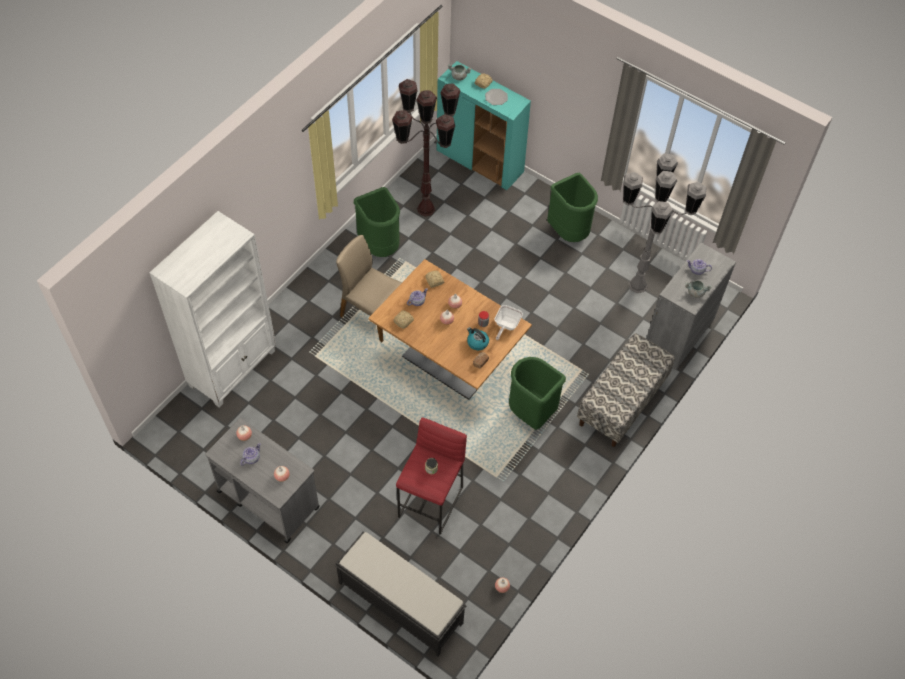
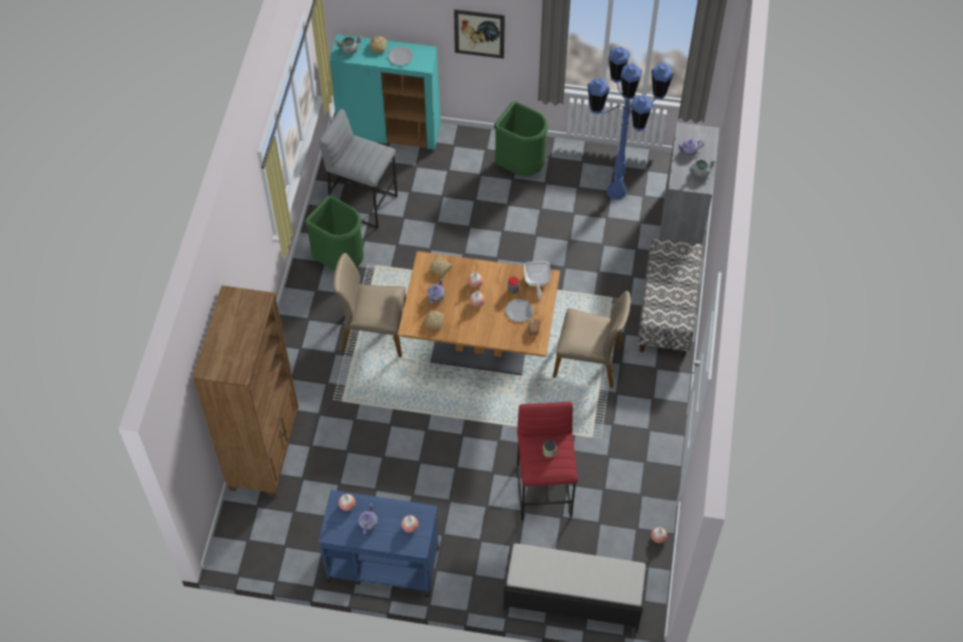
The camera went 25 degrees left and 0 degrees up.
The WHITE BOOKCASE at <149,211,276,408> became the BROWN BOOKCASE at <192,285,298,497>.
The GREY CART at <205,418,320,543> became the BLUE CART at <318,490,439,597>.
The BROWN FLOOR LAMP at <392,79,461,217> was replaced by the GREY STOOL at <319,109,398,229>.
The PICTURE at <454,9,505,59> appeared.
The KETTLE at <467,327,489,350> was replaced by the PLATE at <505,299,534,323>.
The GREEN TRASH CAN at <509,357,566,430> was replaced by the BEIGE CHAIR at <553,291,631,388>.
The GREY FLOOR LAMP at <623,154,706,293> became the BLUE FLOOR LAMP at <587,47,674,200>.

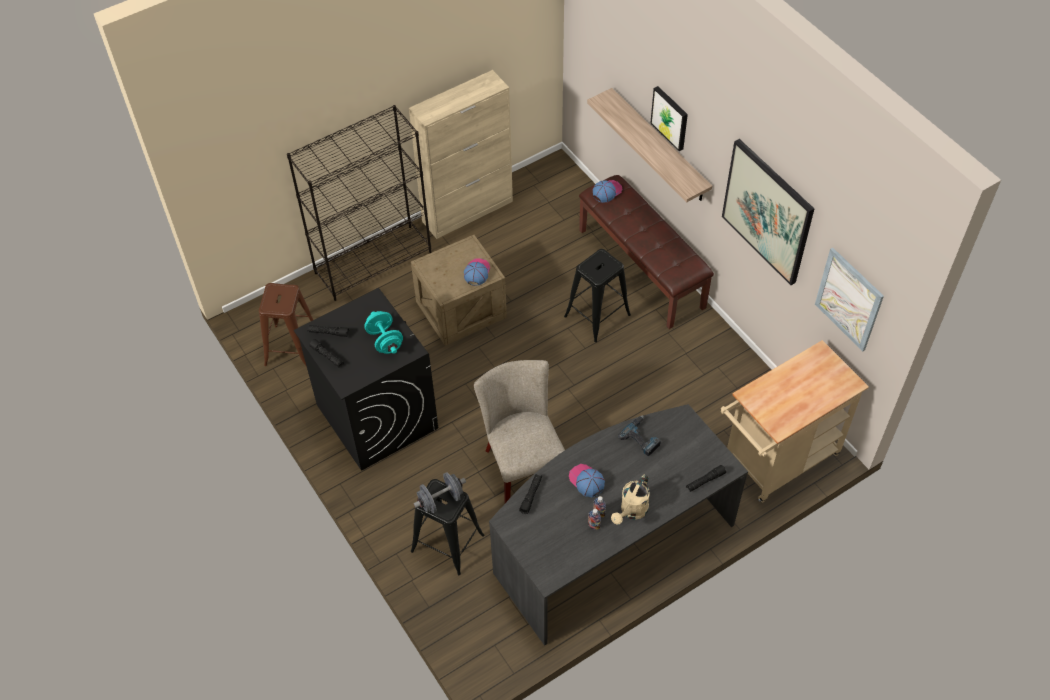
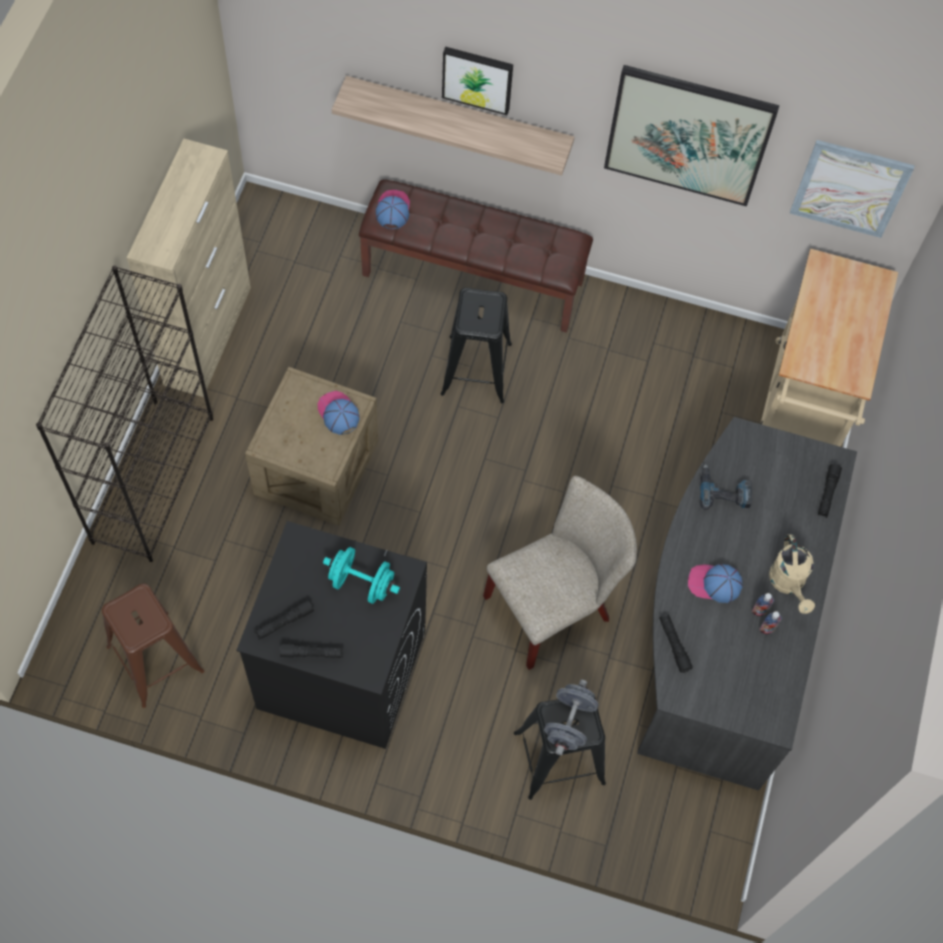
The camera went 45 degrees left and 10 degrees up.
The BEIGE CHAIR at <474,360,565,503> turned 120 degrees clockwise.

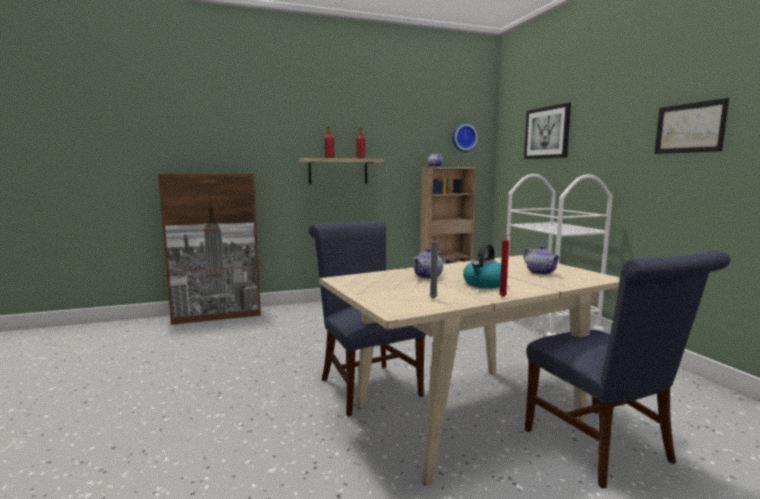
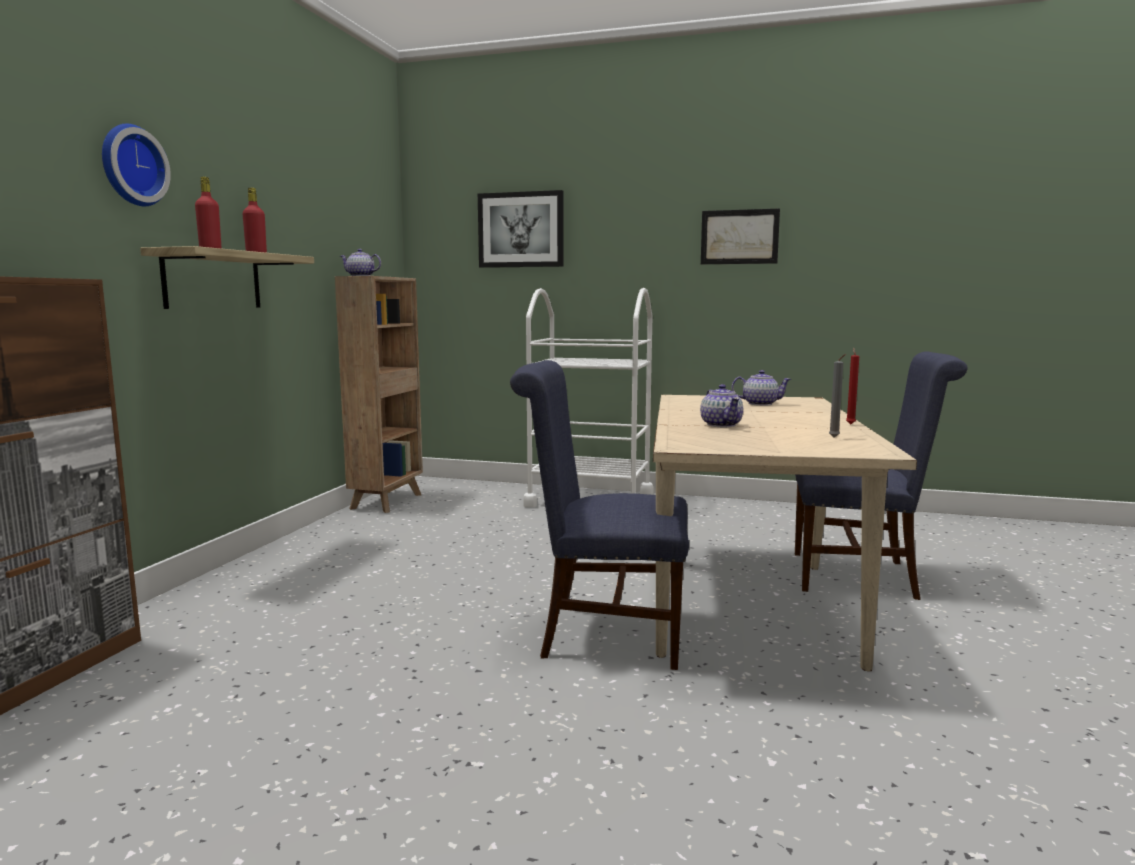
The camera went 55 degrees left and 0 degrees up.
The WALL CLOCK moved from <452,123,478,152> to <102,124,171,206>.
The KETTLE at <463,243,508,289> disappeared.

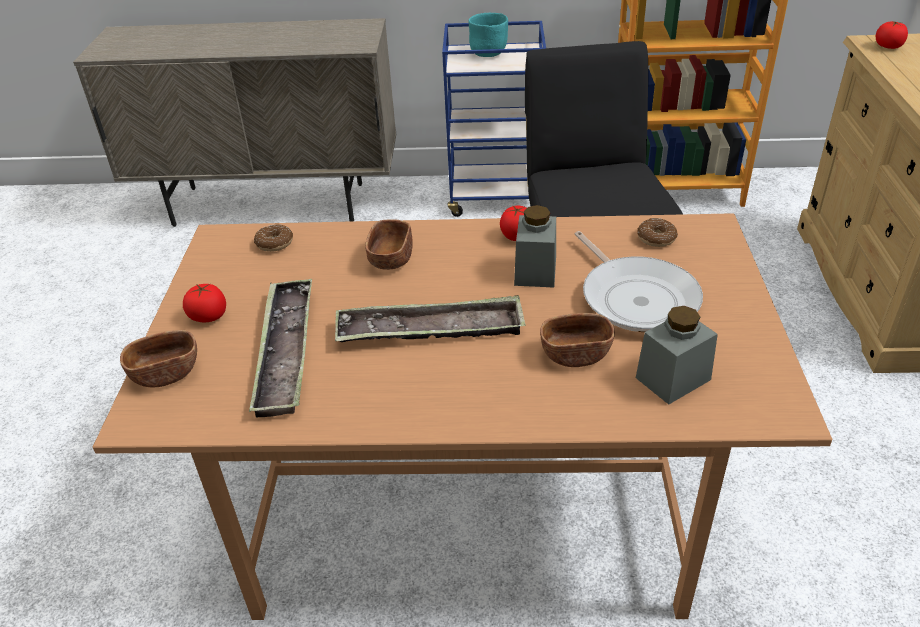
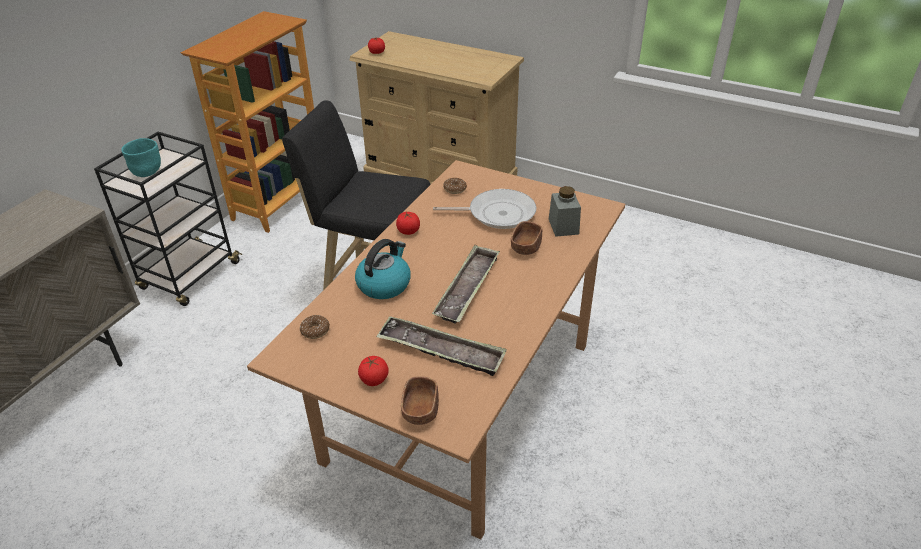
The camera went 65 degrees left and 0 degrees up.
The BLUE CART at <442,21,546,217> became the BLACK CART at <94,132,242,306>.
The BROWN BOWL at <365,219,413,270> was replaced by the KETTLE at <355,239,411,299>.
The GREY JAR at <514,205,556,287> disappeared.

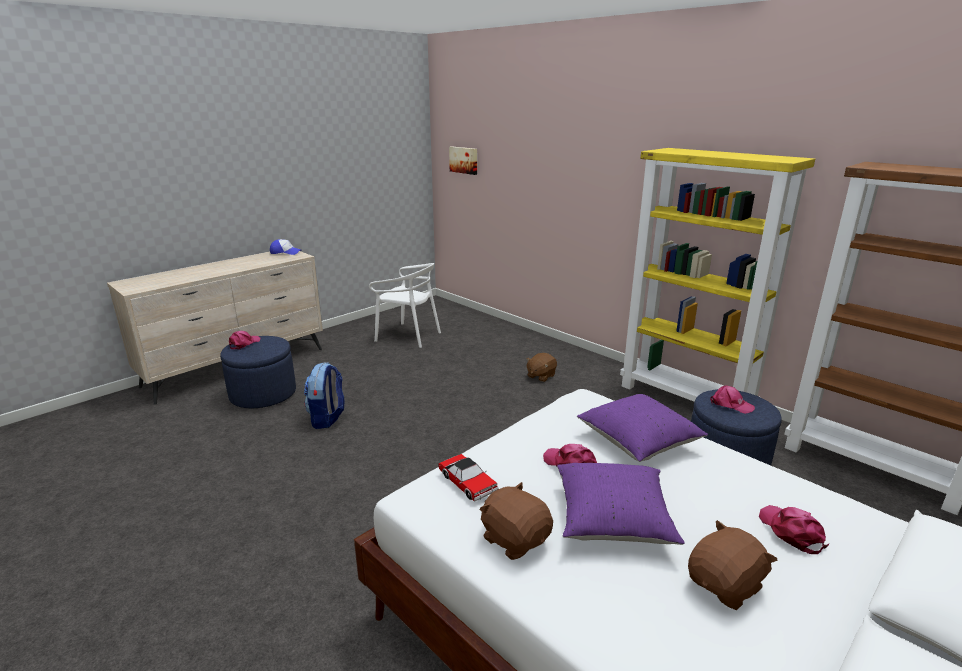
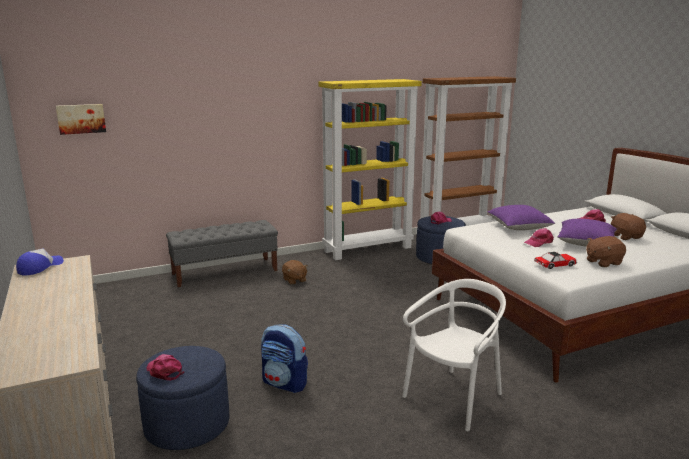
The camera went 70 degrees left and 5 degrees down.
The GREY BENCH at <166,220,278,287> appeared.
The WHITE CHAIR moved from <369,263,441,348> to <402,279,506,431>.

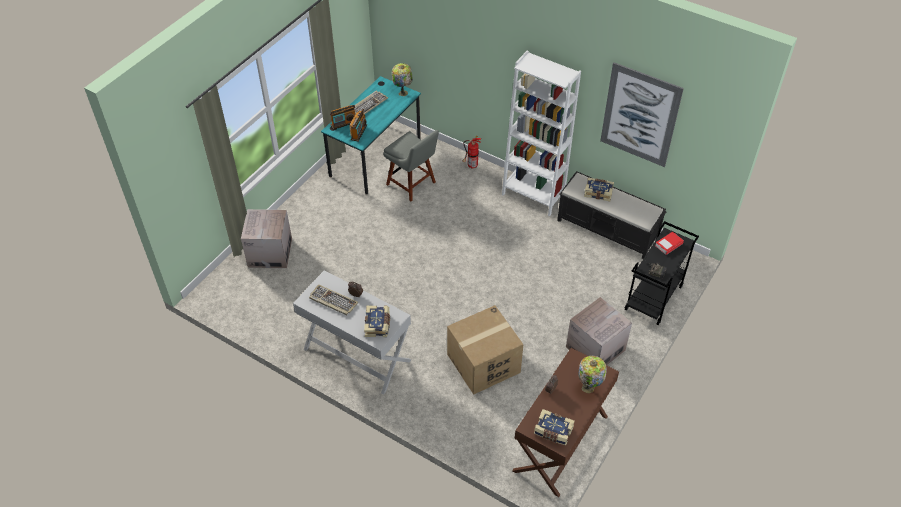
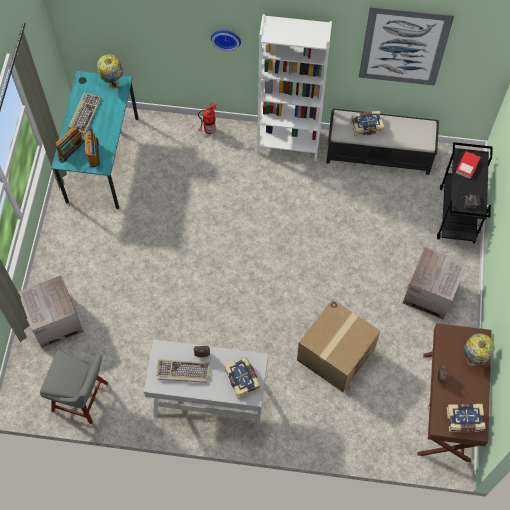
The camera went 25 degrees left and 15 degrees up.
The GREY CHAIR moved from <383,130,439,201> to <40,350,108,424>.
The WALL CLOCK at <211,30,241,51> appeared.

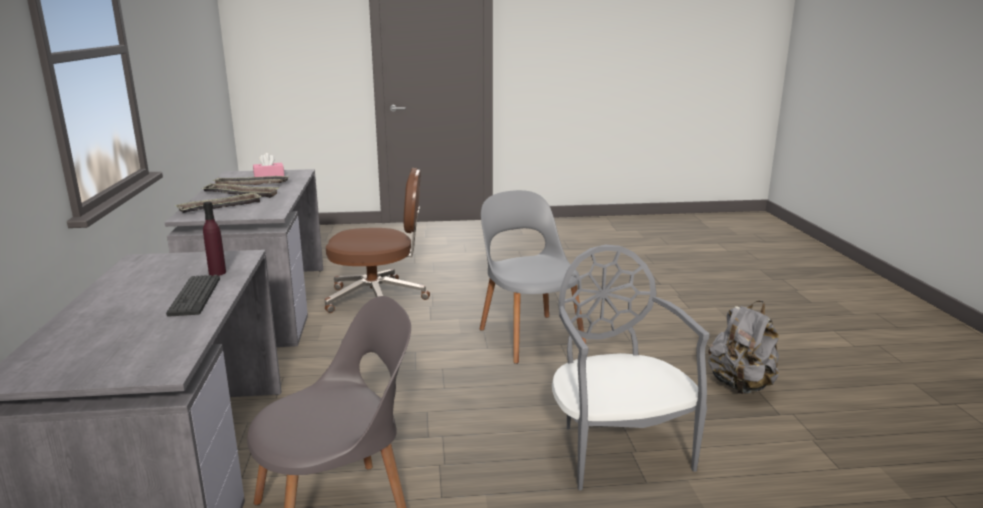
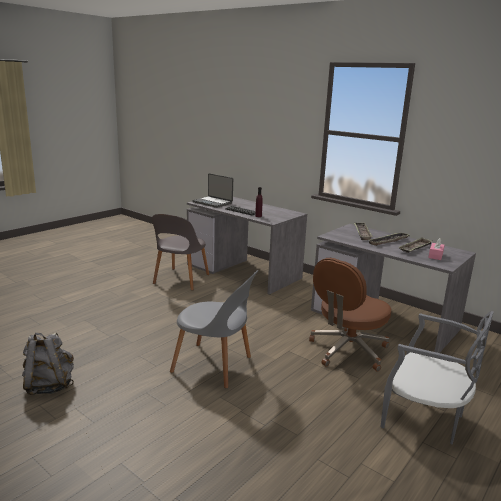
The camera went 135 degrees right and 0 degrees up.
The LAPTOP at <192,174,233,208> appeared.
The GREY CHAIR moved from <552,245,710,491> to <381,311,494,444>.

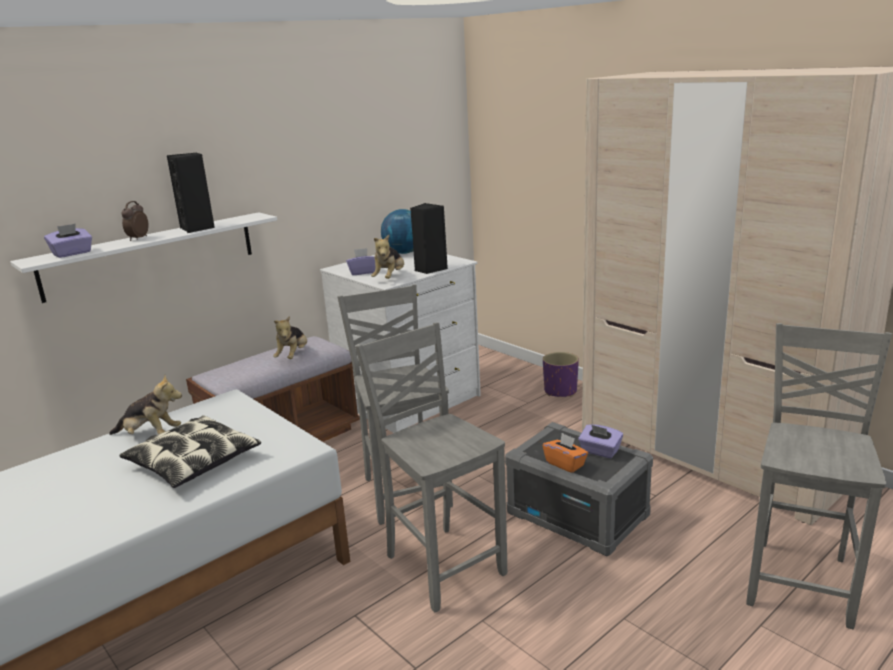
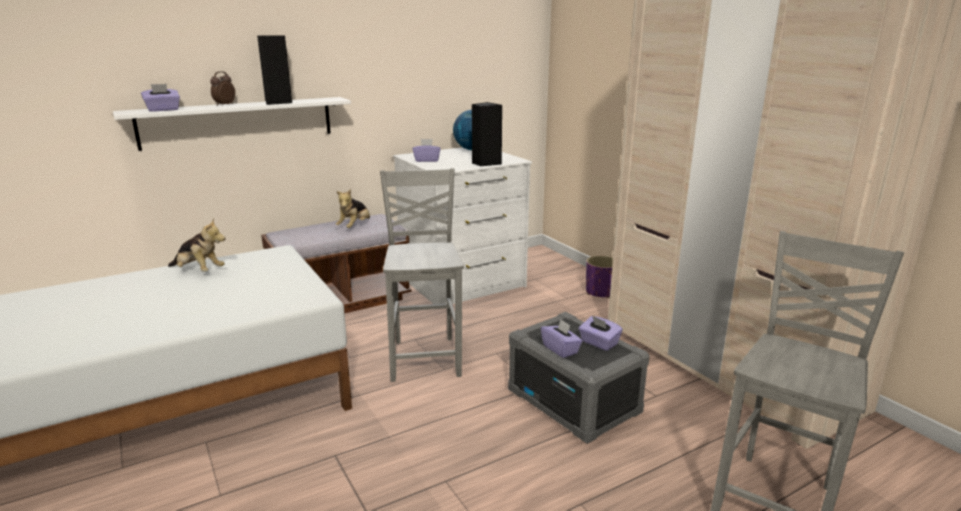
The camera went 10 degrees right and 0 degrees up.
The ORANGE TISSUE BOX at <543,433,588,473> became the PURPLE TISSUE BOX at <541,319,583,358>.
The PILLOW at <120,415,261,488> disappeared.
The GREY CHAIR at <355,322,508,612> disappeared.
The PLUSH TOY at <371,235,404,279> disappeared.

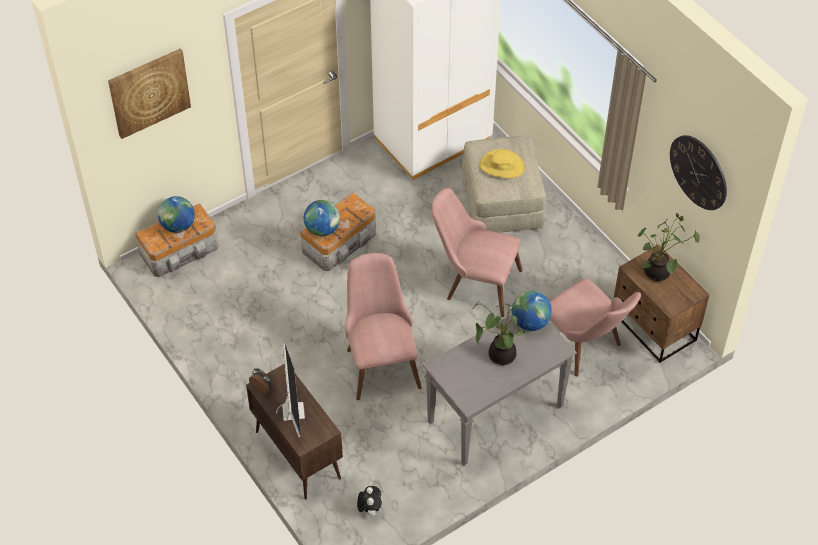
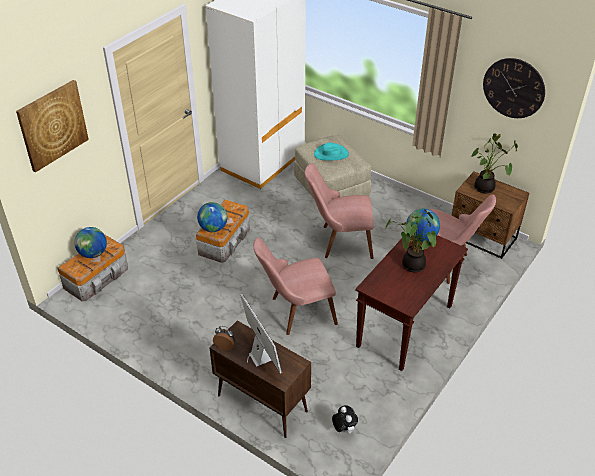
The camera went 20 degrees left and 10 degrees down.
The PINK CHAIR at <345,253,422,400> turned 75 degrees counterclockwise.
The YELLOW HAT at <480,149,525,178> became the TURQUOISE HAT at <314,142,349,161>.
The GREY CONSOLE TABLE at <423,315,577,466> became the BROWN CONSOLE TABLE at <355,235,468,371>.

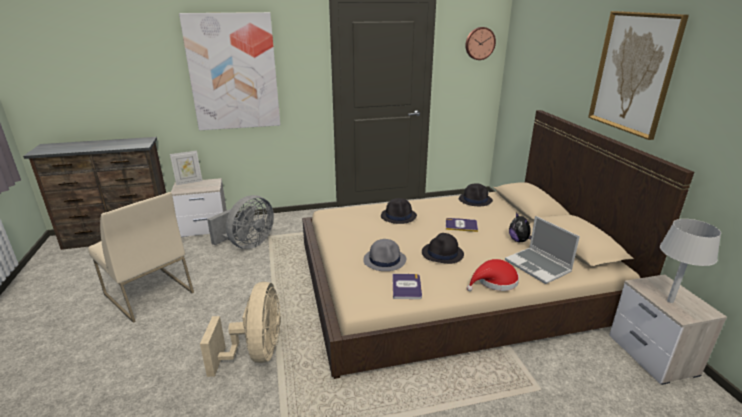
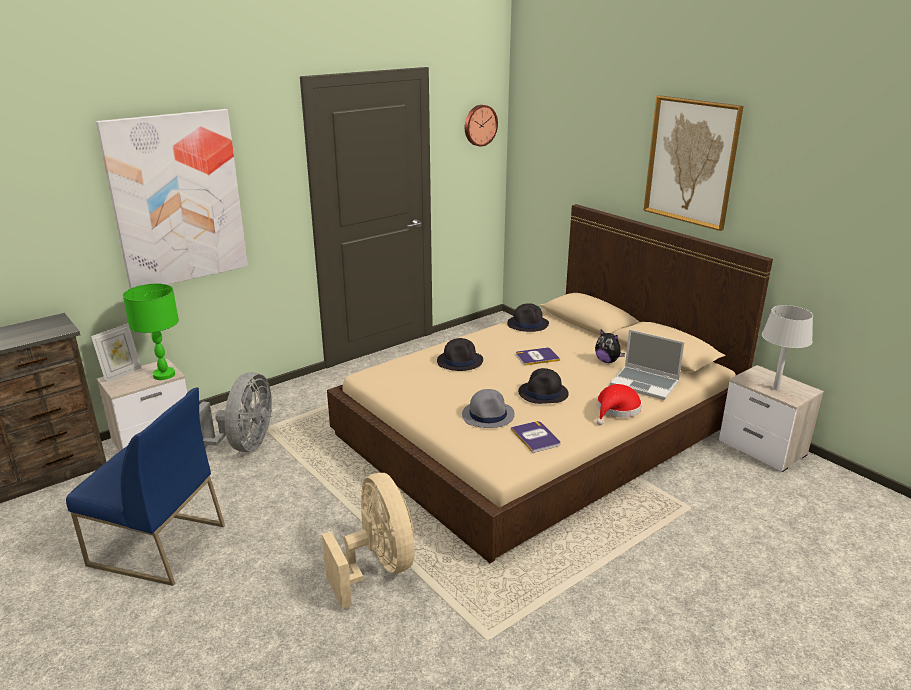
The camera went 25 degrees left and 0 degrees up.
The BEIGE CHAIR at <88,192,194,323> became the BLUE CHAIR at <66,387,225,586>.
The GREEN TABLE LAMP at <123,284,179,380> appeared.

